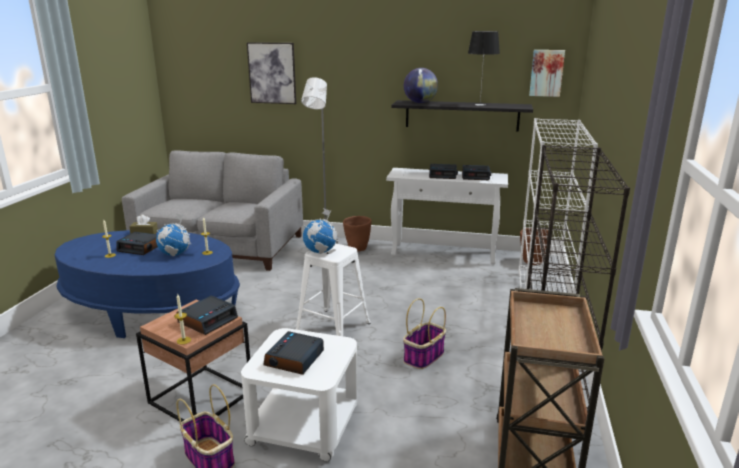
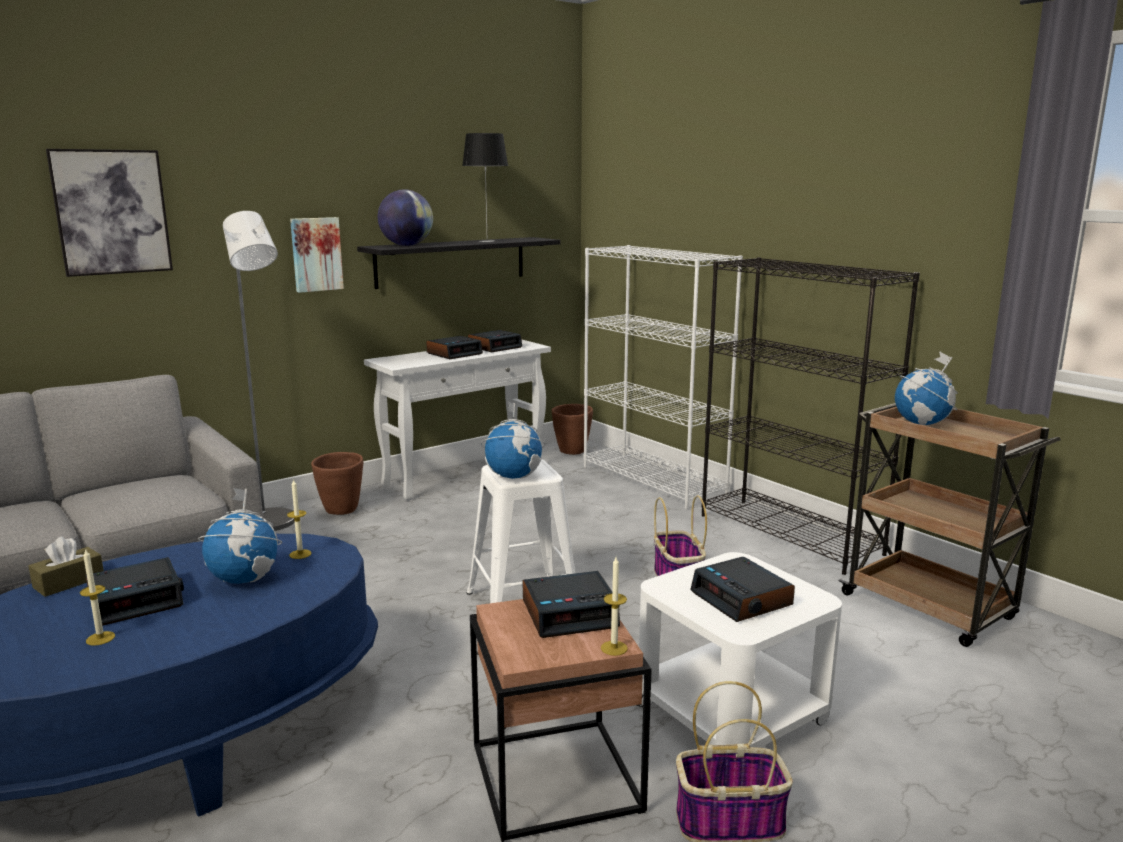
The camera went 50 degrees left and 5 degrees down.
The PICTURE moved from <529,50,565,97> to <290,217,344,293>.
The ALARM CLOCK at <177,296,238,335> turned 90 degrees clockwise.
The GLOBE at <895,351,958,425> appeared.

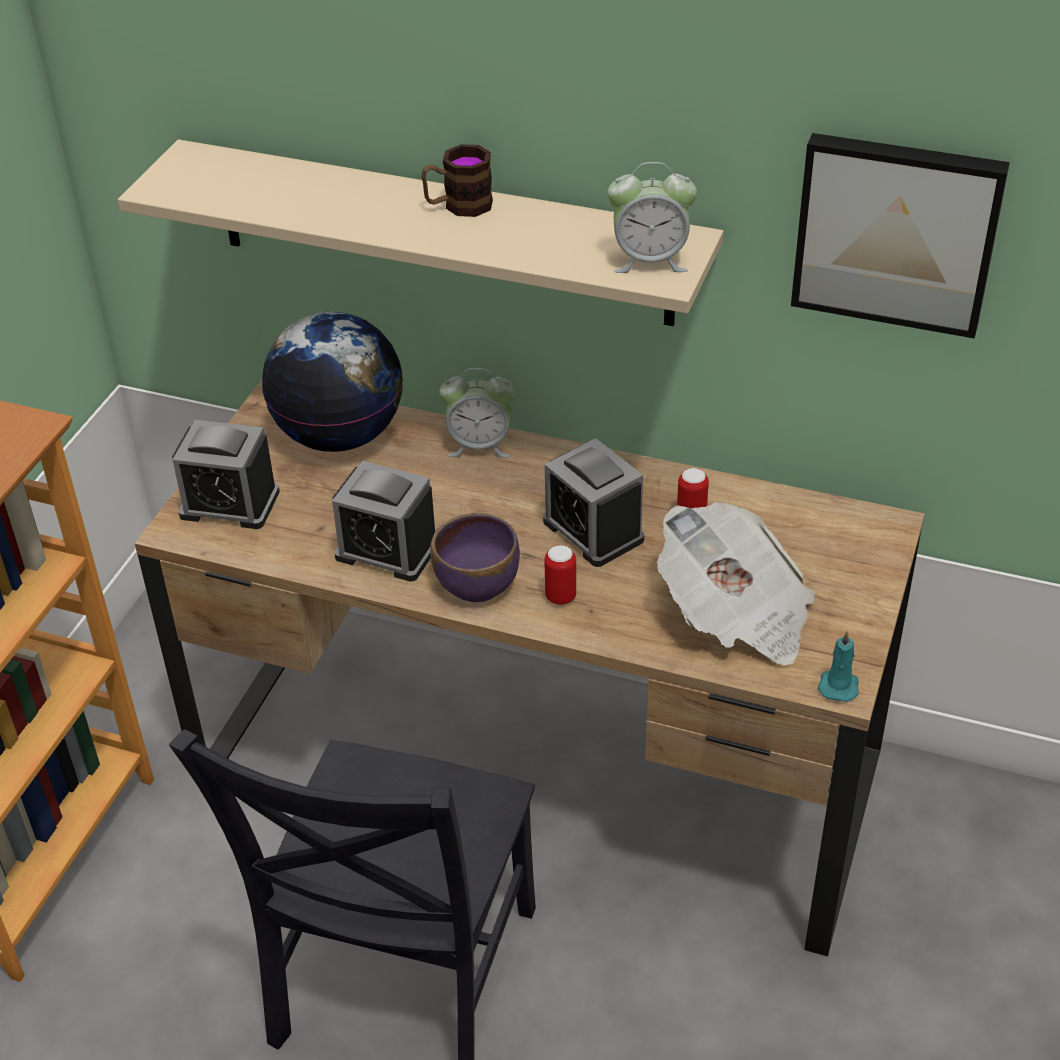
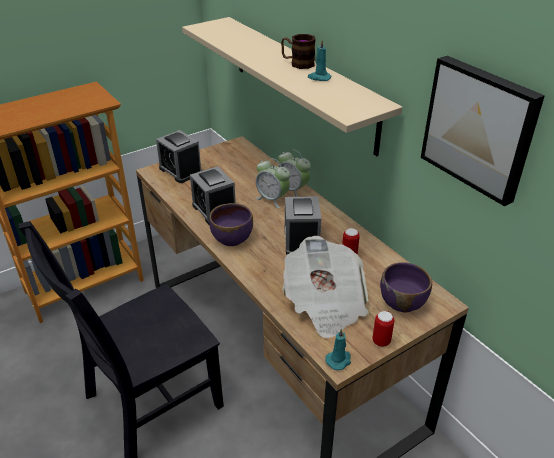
The camera went 35 degrees right and 5 degrees down.
The ALARM CLOCK moved from <608,162,697,273> to <256,158,290,209>.
The TURQUOISE CANDLE at <308,40,332,81> appeared.
The CAN moved from <544,545,576,605> to <372,311,394,347>.
The PURPLE BOWL at <380,262,432,312> appeared.
The GLOBE at <262,312,403,452> disappeared.

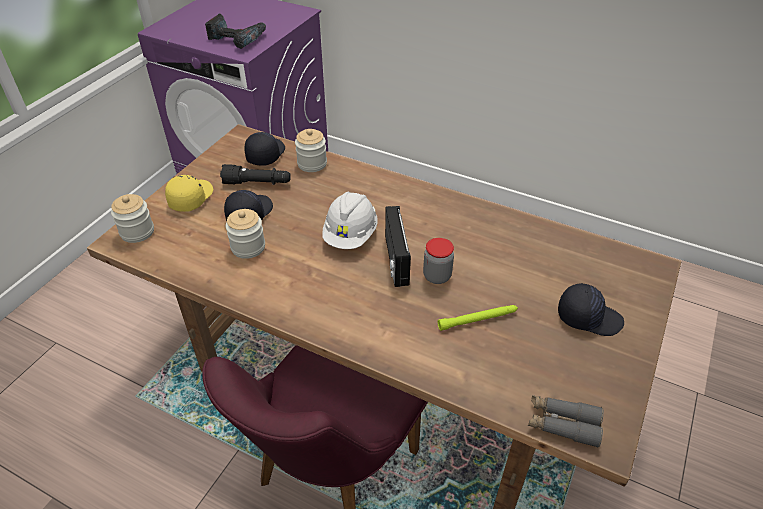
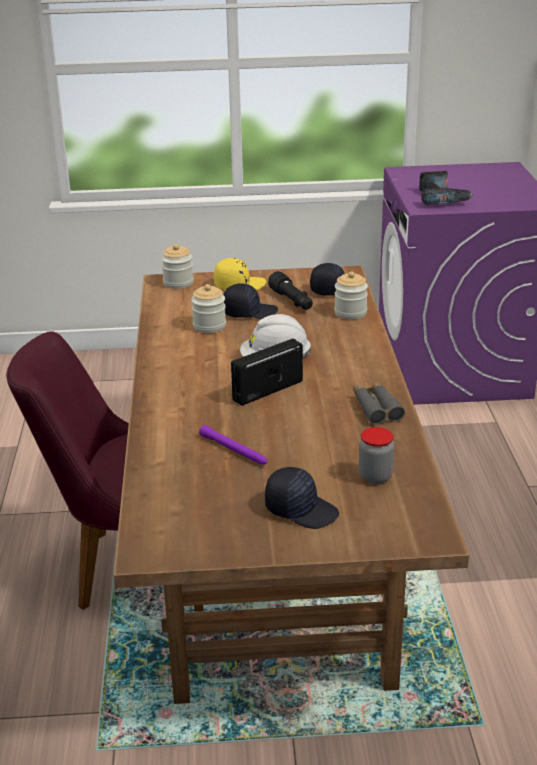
The camera went 60 degrees right and 15 degrees down.
The GREEN FLASHLIGHT at <438,305,518,331> became the PURPLE FLASHLIGHT at <199,425,267,465>.
The BLACK CAP at <558,283,624,336> turned 45 degrees counterclockwise.
The GREY BINOCULARS moved from <528,395,604,448> to <353,382,405,425>.
The JAR moved from <423,238,454,284> to <359,427,394,484>.

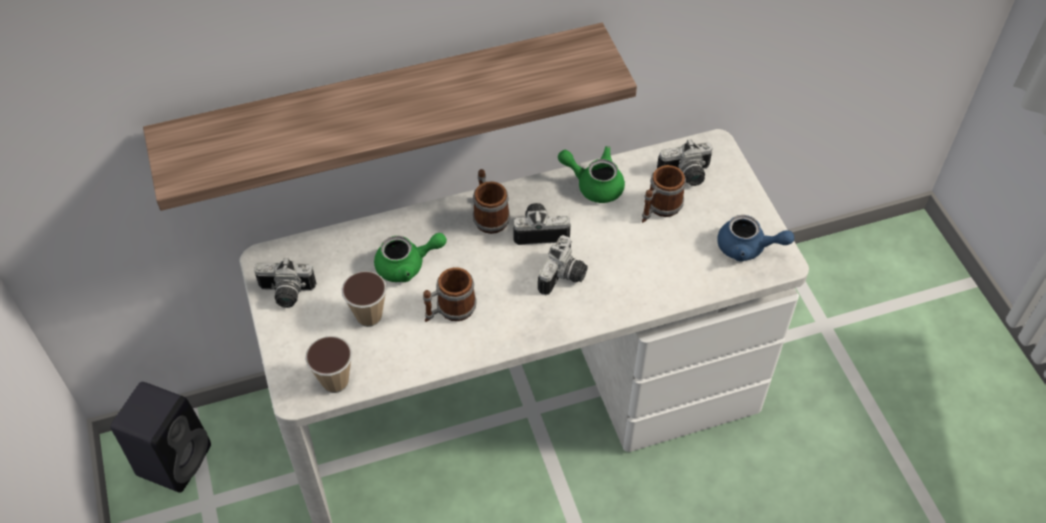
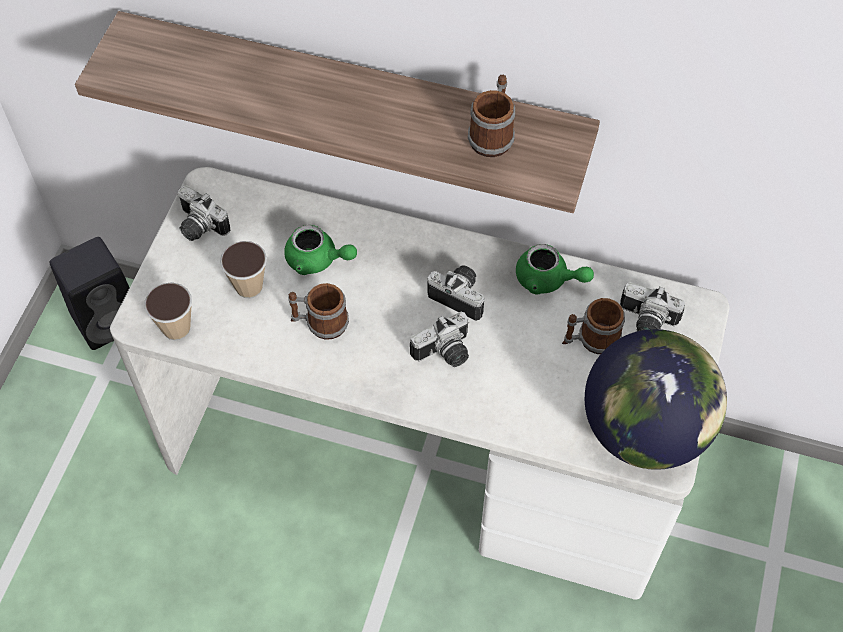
The camera went 35 degrees right and 5 degrees up.
The MUG moved from <473,169,510,234> to <468,75,515,157>.
The GREEN TEAPOT at <558,146,625,203> turned 150 degrees clockwise.
The BLUE TEAPOT at <717,215,794,262> was replaced by the GLOBE at <585,329,727,470>.

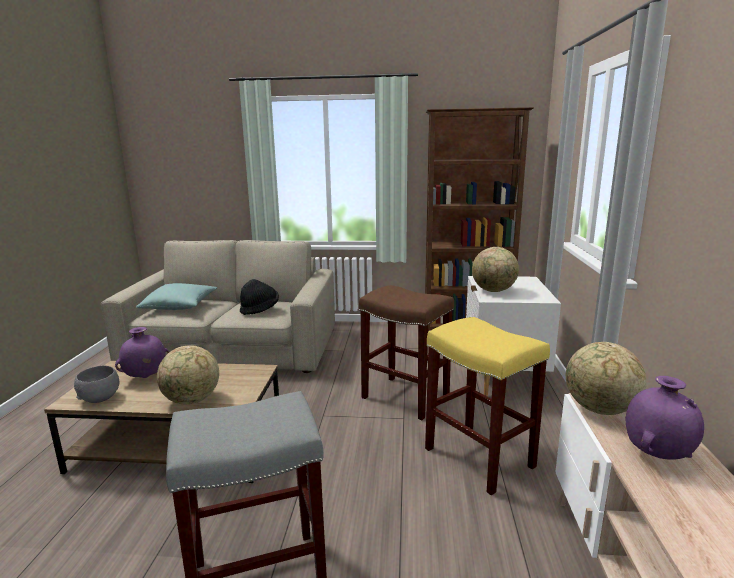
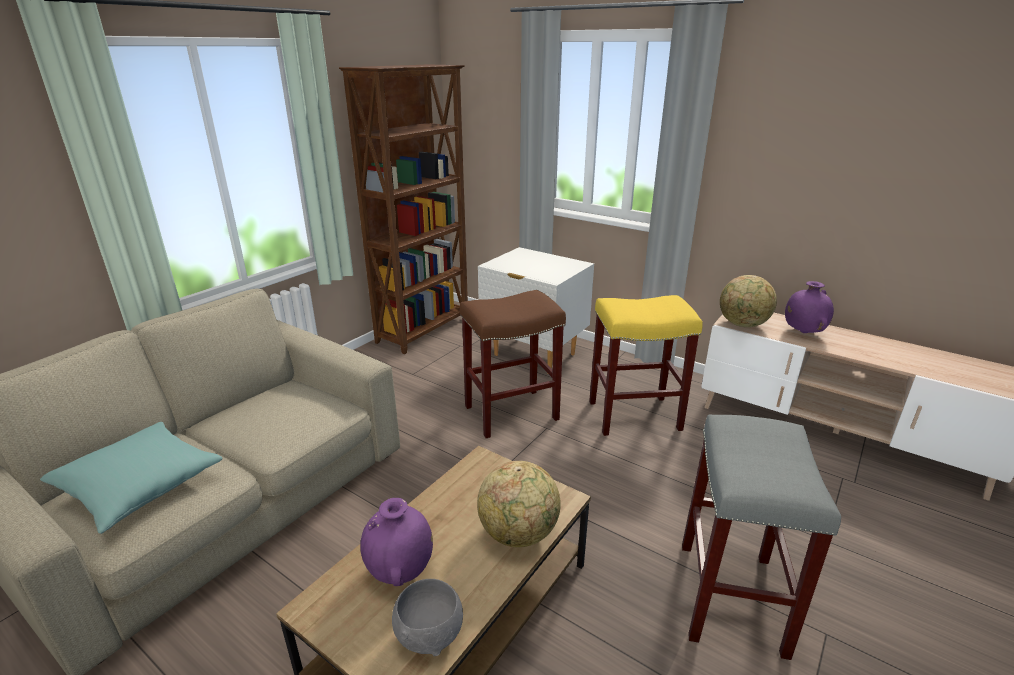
The camera went 60 degrees left and 10 degrees up.
The BLACK HAT at <240,279,279,315> disappeared.
The GLOBE at <472,247,519,292> disappeared.

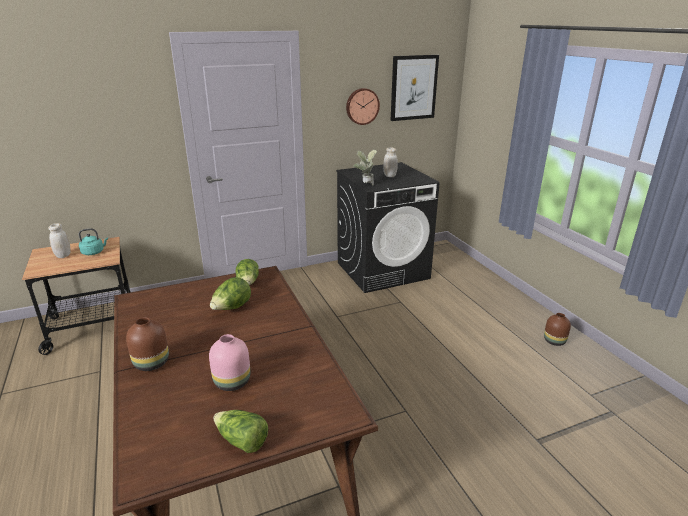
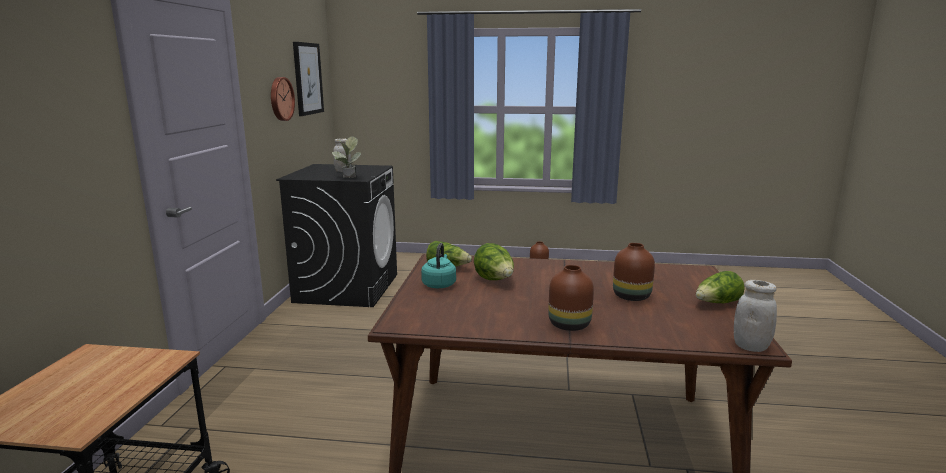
The camera went 60 degrees left and 10 degrees down.
The TURQUOISE KETTLE moved from <79,228,108,255> to <421,243,456,288>.
The PINK VASE at <209,334,250,391> became the BROWN VASE at <613,243,655,301>.
The WHITE JAR moved from <48,223,70,258> to <734,280,777,352>.

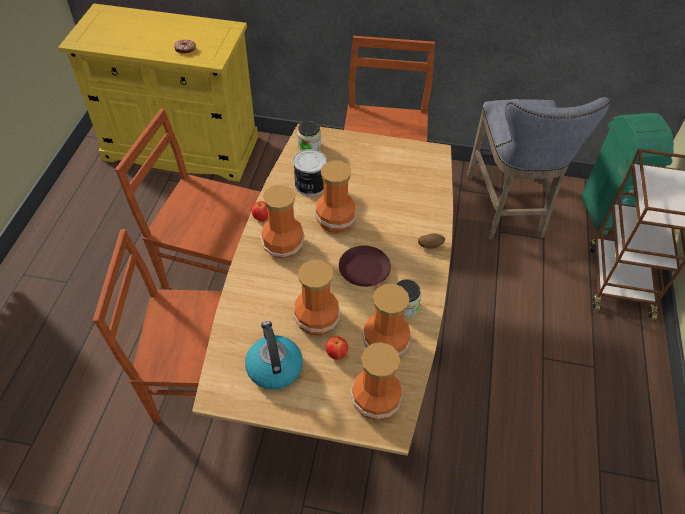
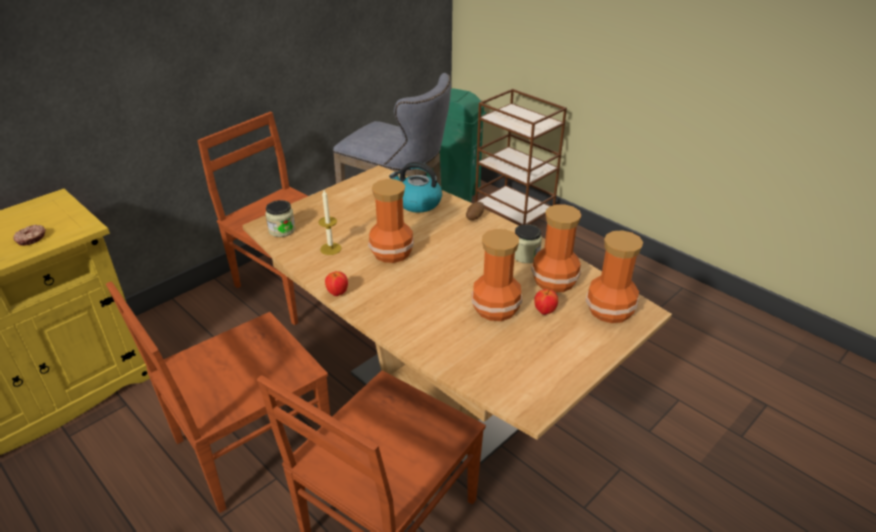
The camera went 55 degrees left and 15 degrees down.
The CAN at <293,149,327,196> was replaced by the CANDLE at <318,190,342,255>.
The KETTLE moved from <245,321,303,390> to <389,162,442,213>.
The VASE at <261,185,305,259> disappeared.
The BROWN PLATE at <339,245,391,287> disappeared.

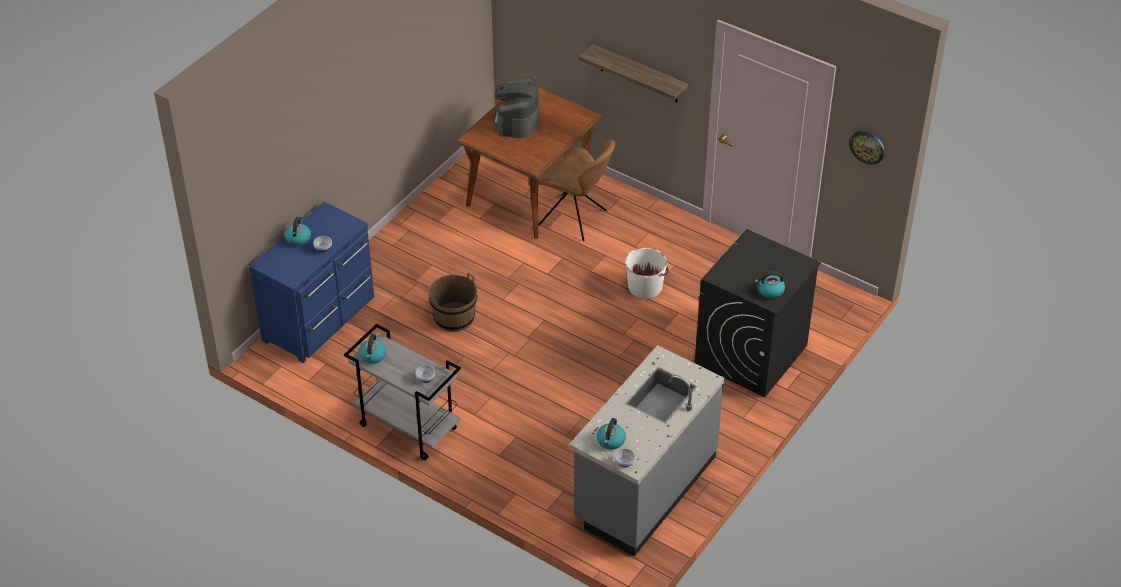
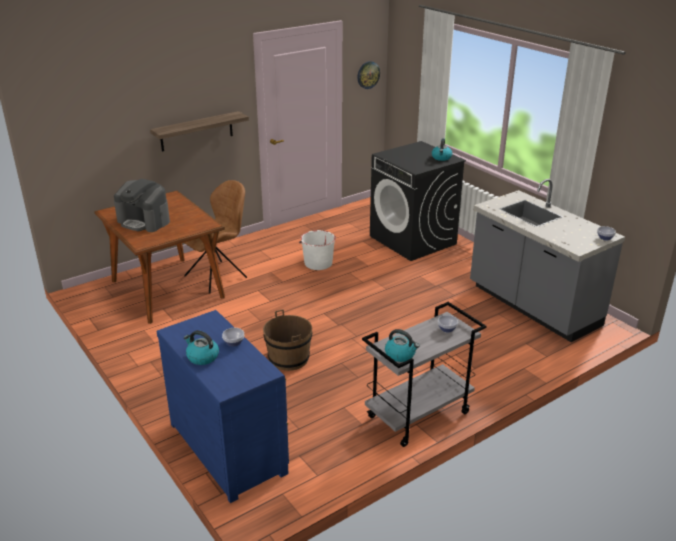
The camera went 70 degrees left and 15 degrees down.
The KETTLE at <596,418,626,450> disappeared.

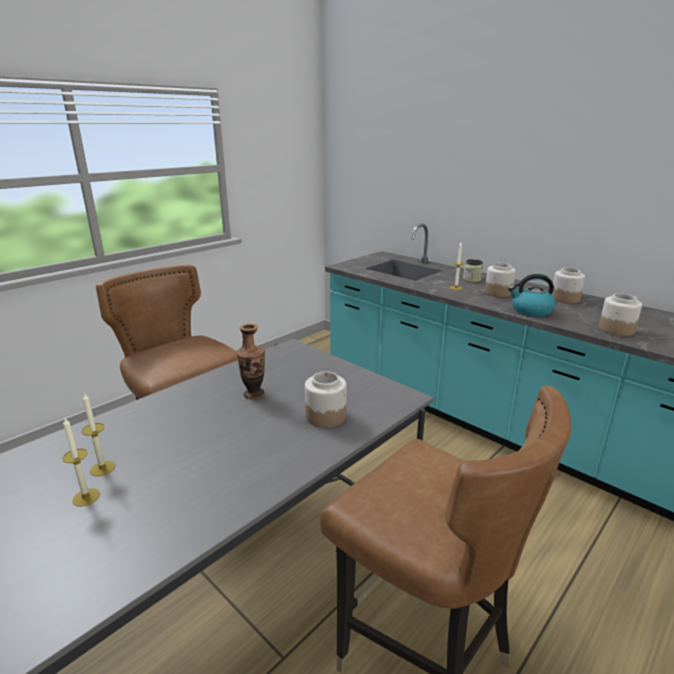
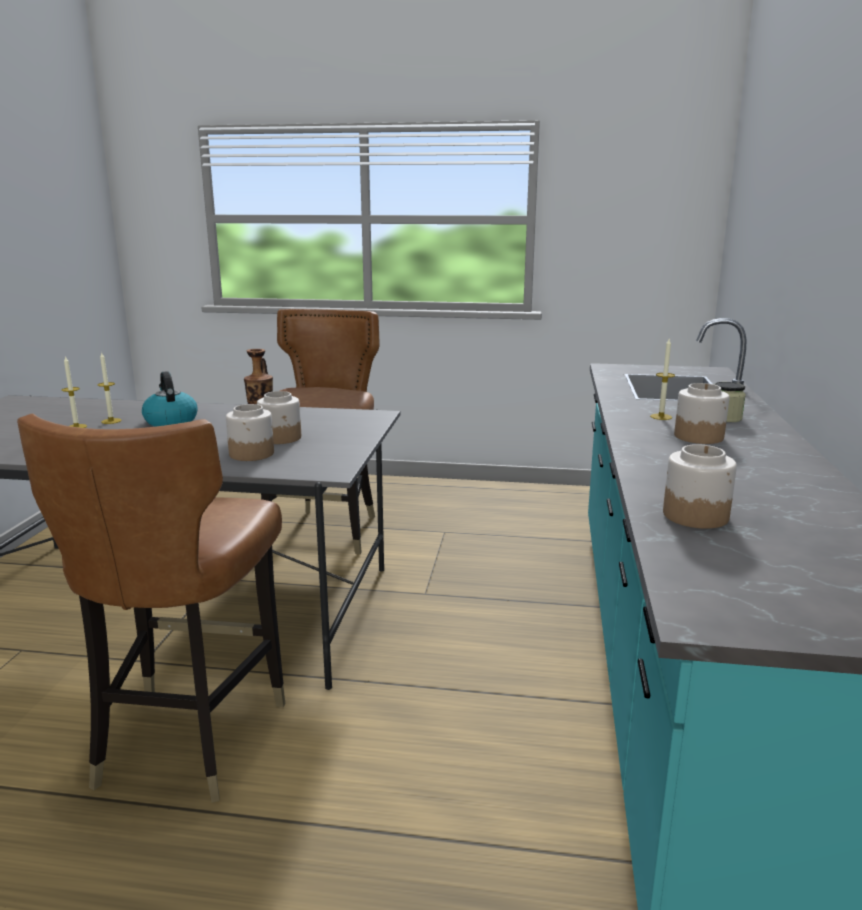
The camera went 55 degrees right and 5 degrees down.
The KETTLE moved from <508,274,556,317> to <142,371,198,427>.
The JAR moved from <552,268,585,303> to <257,391,301,444>.

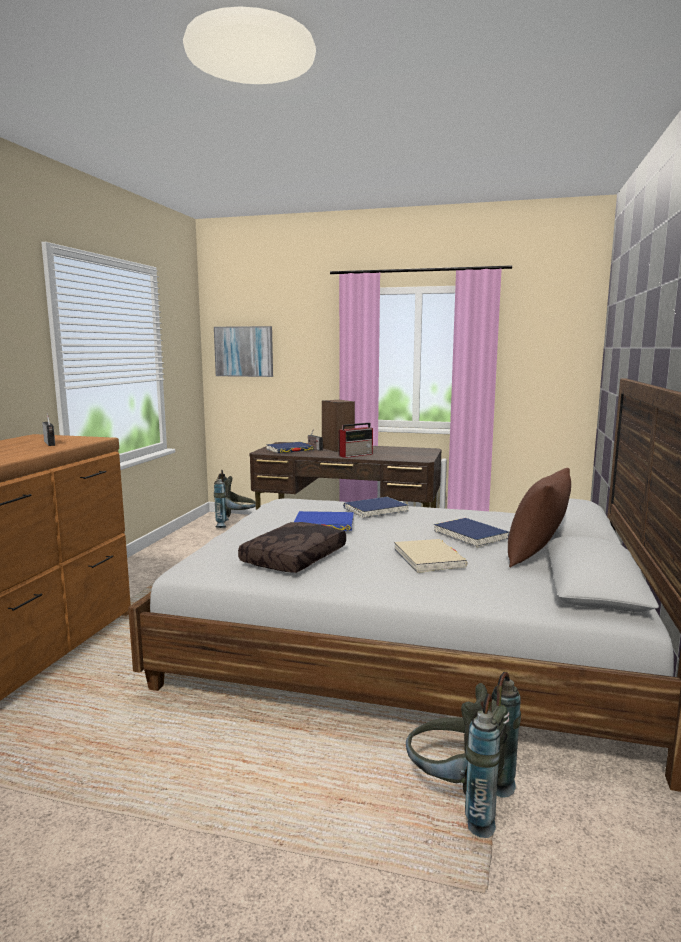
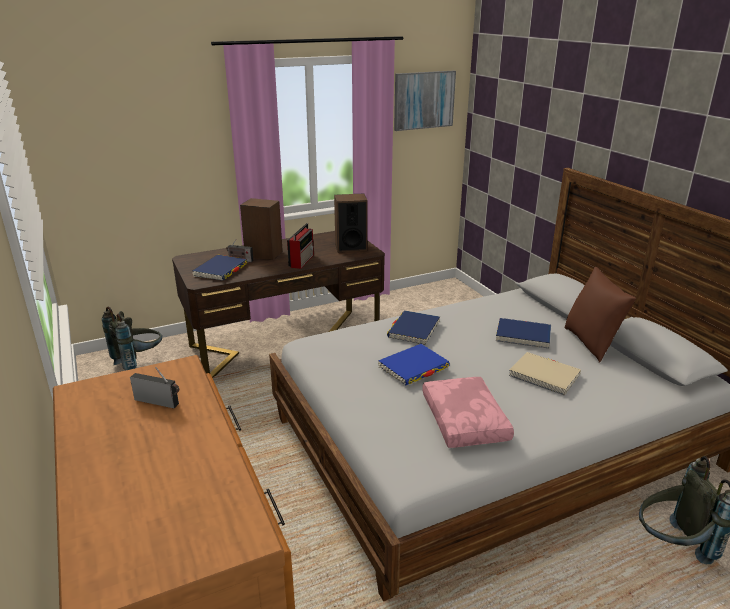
The camera went 40 degrees left and 15 degrees up.
The SPEAKER at <334,193,368,253> appeared.
The PICTURE moved from <214,326,273,377> to <394,71,456,131>.
The BROWN PILLOW at <238,522,346,573> became the PINK PILLOW at <422,377,514,448>.

